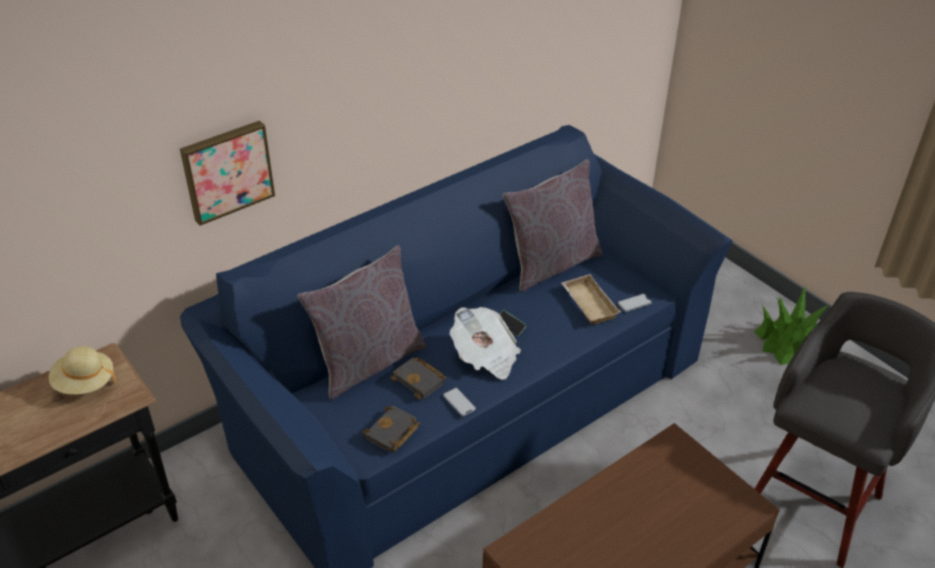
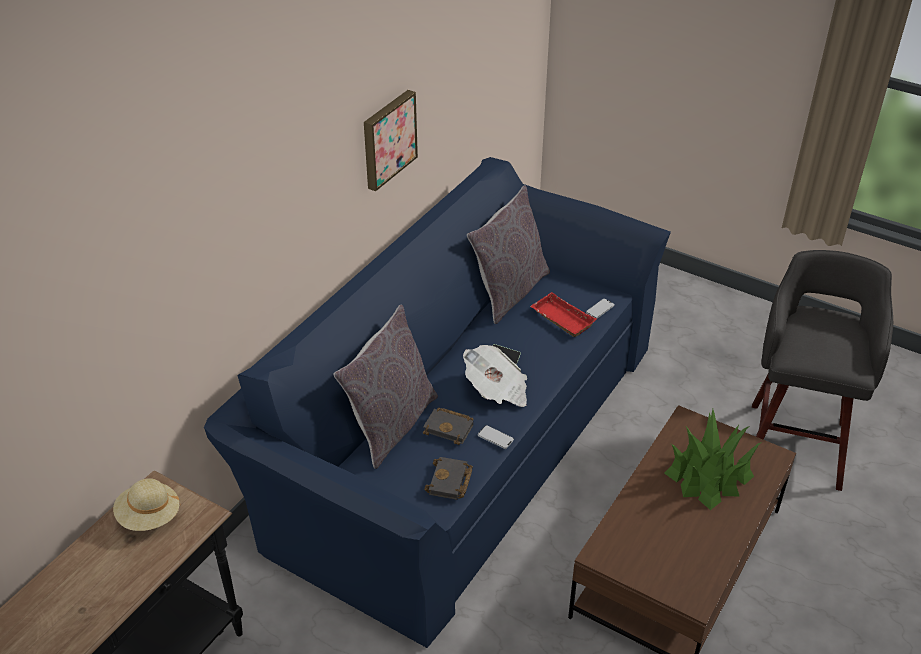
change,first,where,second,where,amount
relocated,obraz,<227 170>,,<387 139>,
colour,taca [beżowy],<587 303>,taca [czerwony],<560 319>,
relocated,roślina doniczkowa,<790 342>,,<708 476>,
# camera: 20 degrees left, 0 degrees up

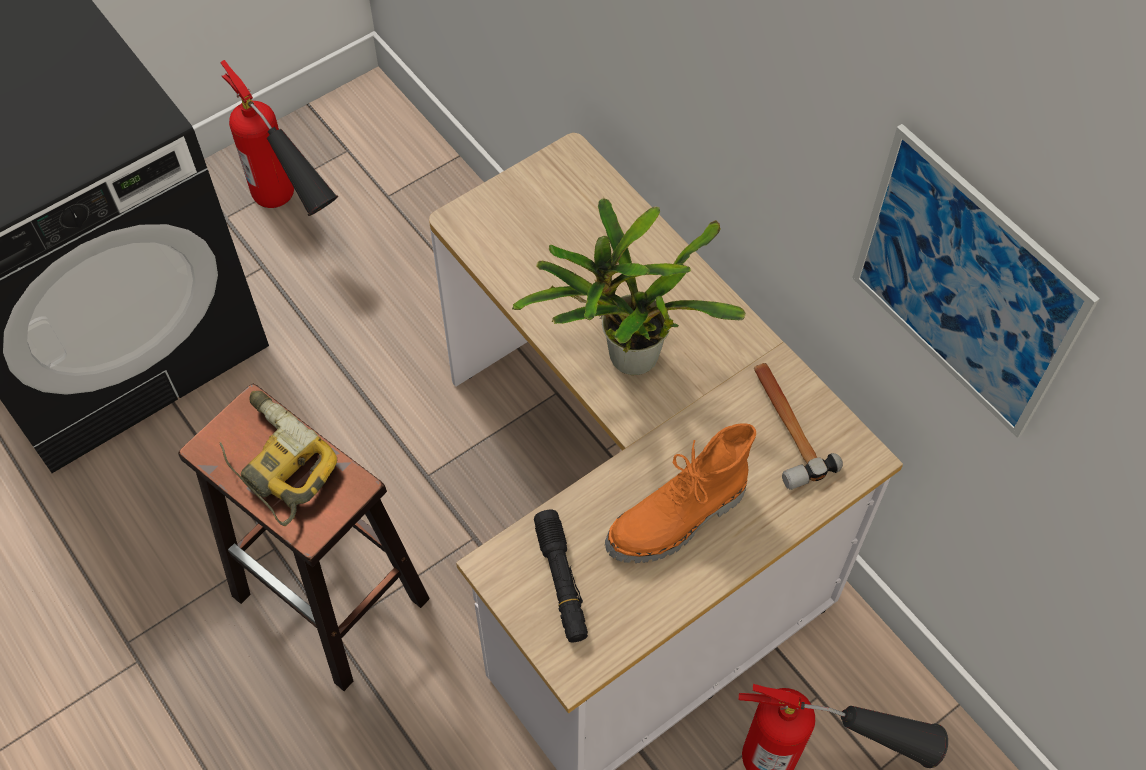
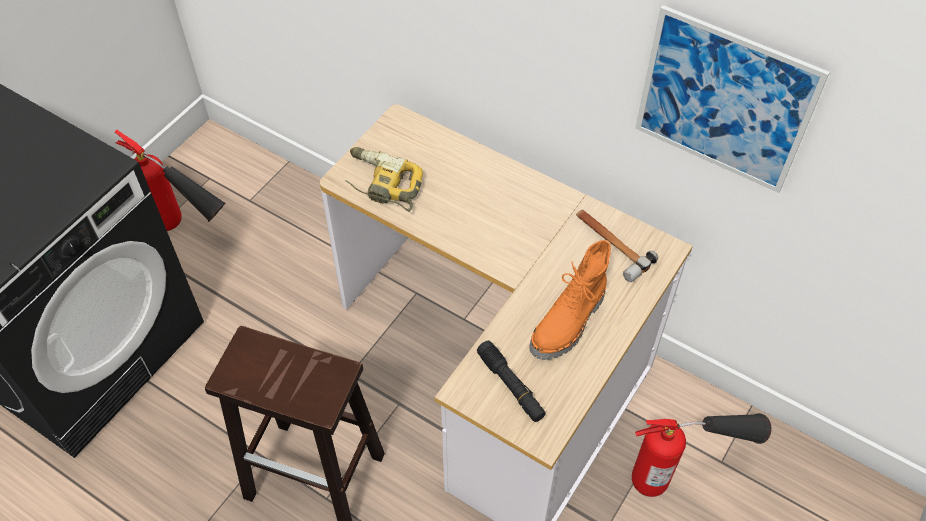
change,first,where,second,where,amount
missing,roślina doniczkowa,<625 356>,,,
relocated,wiertarka,<274 462>,,<381 184>,
# camera: 20 degrees left, 5 degrees down

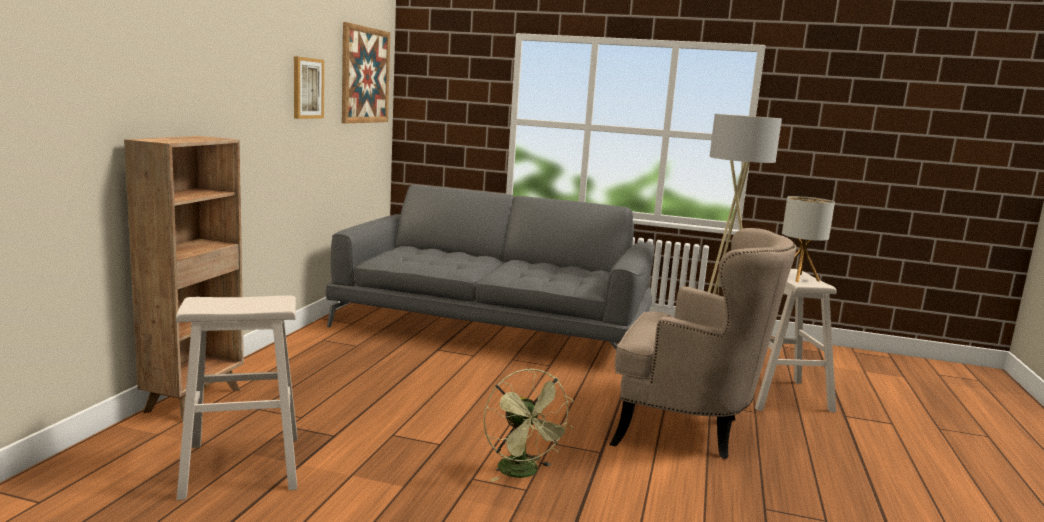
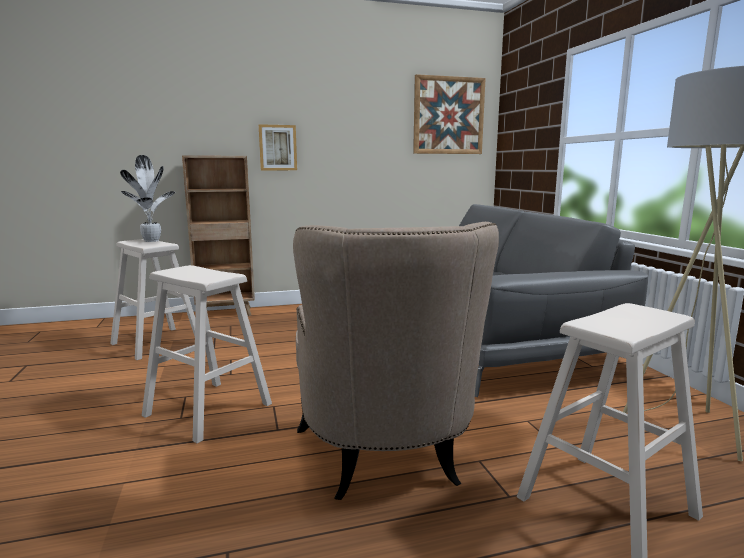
change,first,where,second,where,amount
relocated,obraz,<307 88>,,<278 147>,
missing,lampa stołowa,<798 278>,,,
exchanged,wentylator [zielony],<523 473>,stołek [beżowy],<208 410>,
appeared,,,roślina doniczkowa,<151 240>,
# camera: 60 degrees right, 0 degrees up

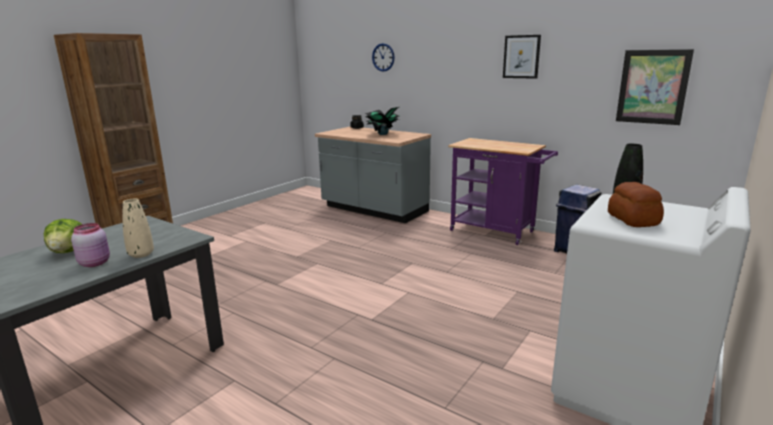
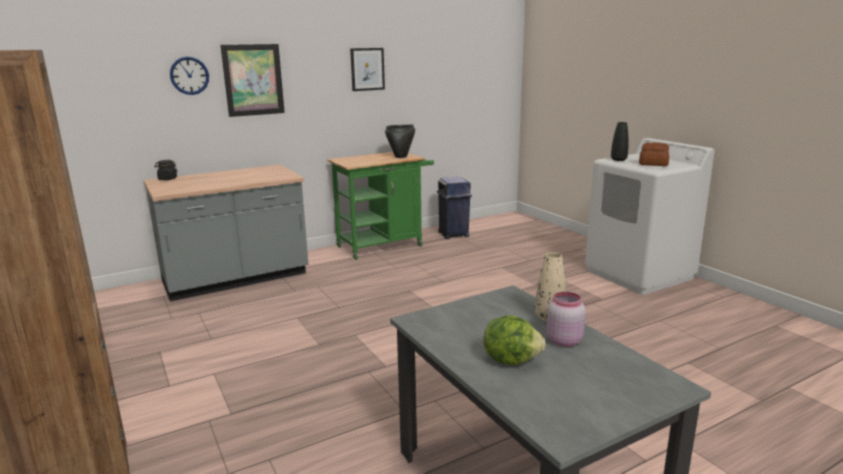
change,first,where,second,where,amount
relocated,obraz,<652 87>,,<253 80>,
missing,roślina doniczkowa,<382 134>,,,
colour,wózek [fioletowy],<497 232>,wózek [zielony],<384 245>,
appeared,,,garnek [czarny],<401 157>,
# camera: 65 degrees left, 0 degrees up

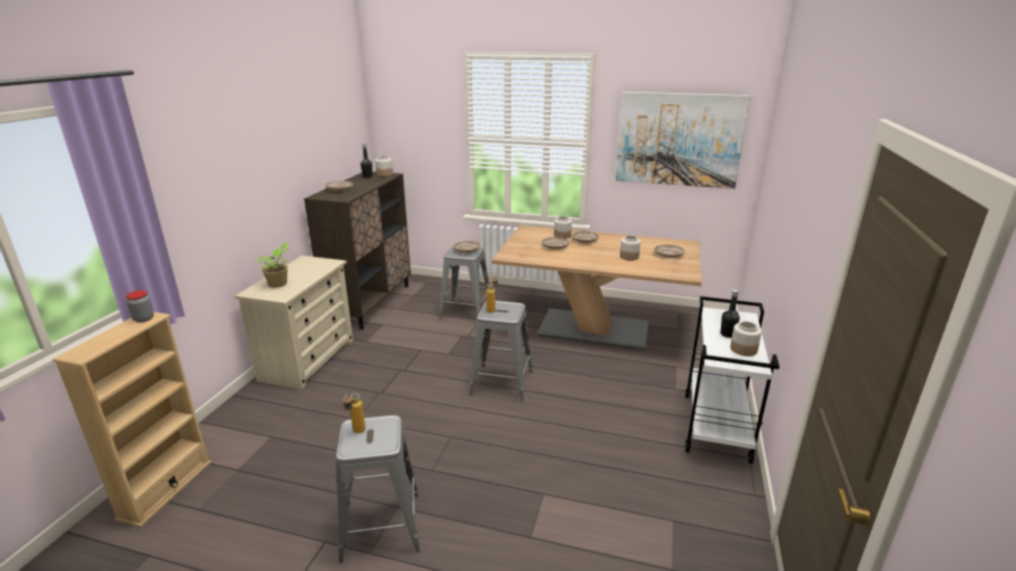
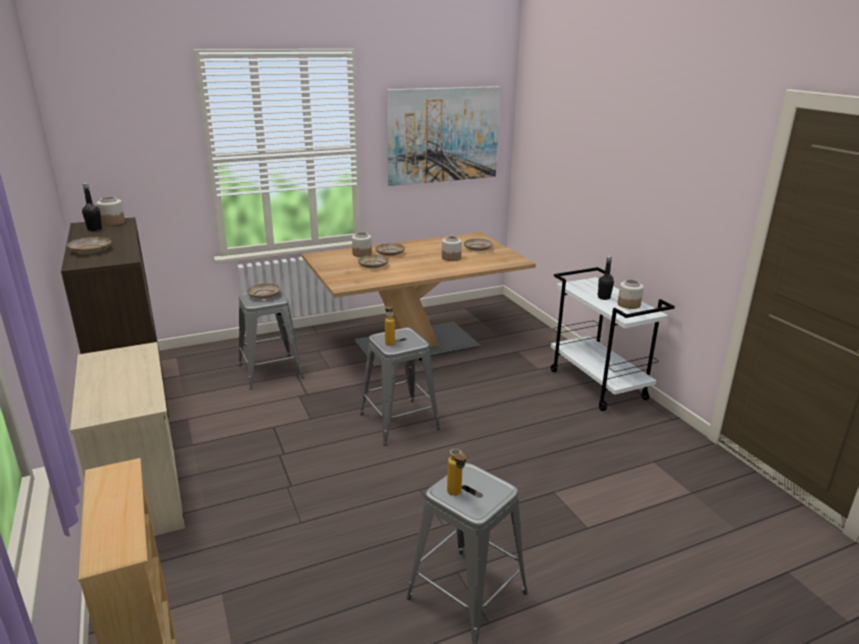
change,first,where,second,where,amount
missing,roślina doniczkowa,<279 284>,,,
missing,słoik,<144 319>,,,
# camera: 40 degrees left, 0 degrees up

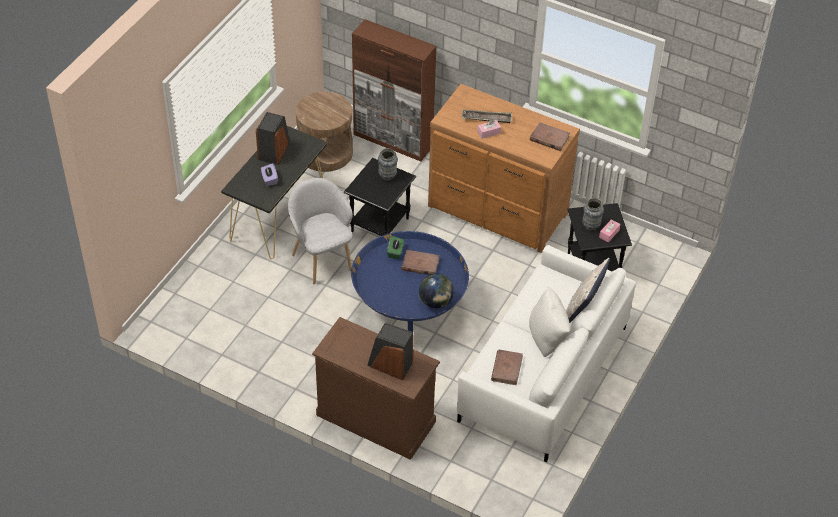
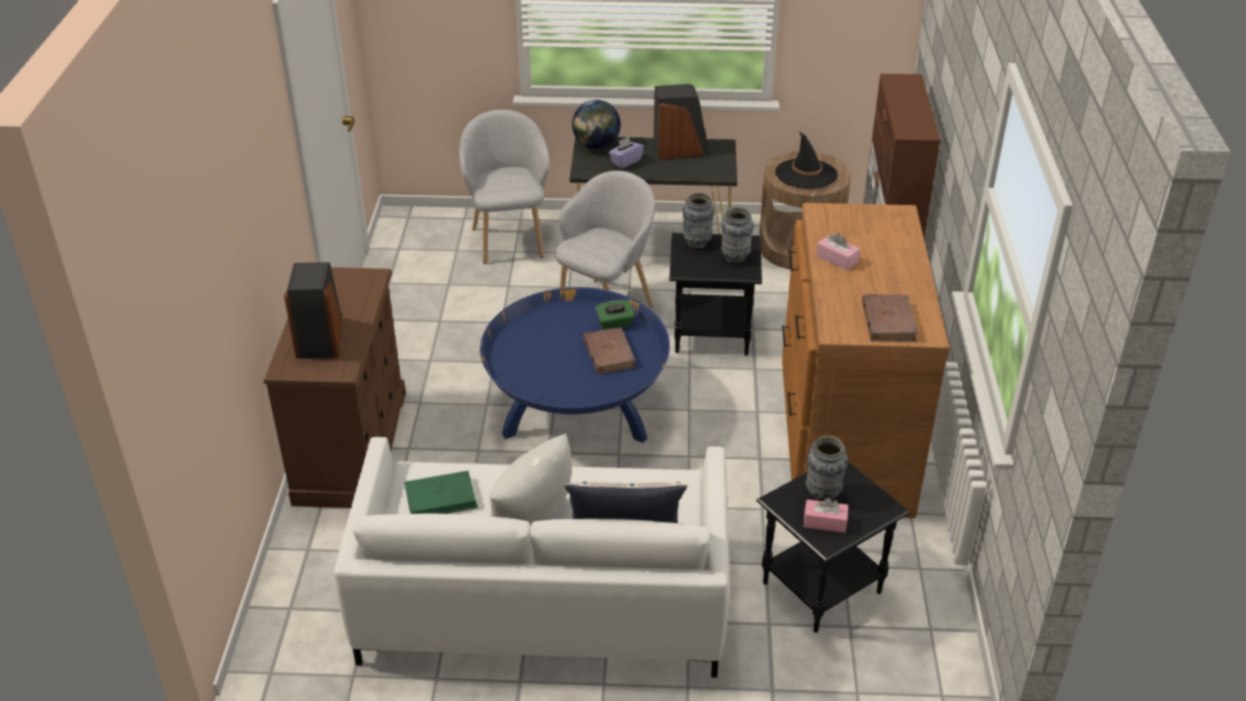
change,first,where,second,where,amount
missing,taca,<486 118>,,,
relocated,globus,<435 302>,,<596 146>,
colour,książka [brązowy],<506 368>,książka [zielony],<441 498>,
appeared,,,fotel [szary],<509 240>,
appeared,,,kapelusz [czarny],<806 174>,
appeared,,,wazon,<697 243>,
# camera: 65 degrees right, 10 degrees down

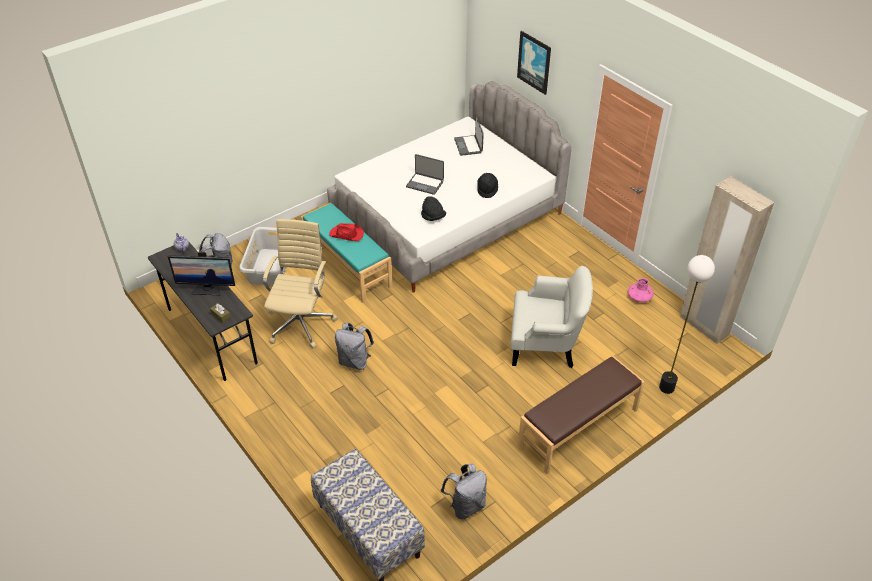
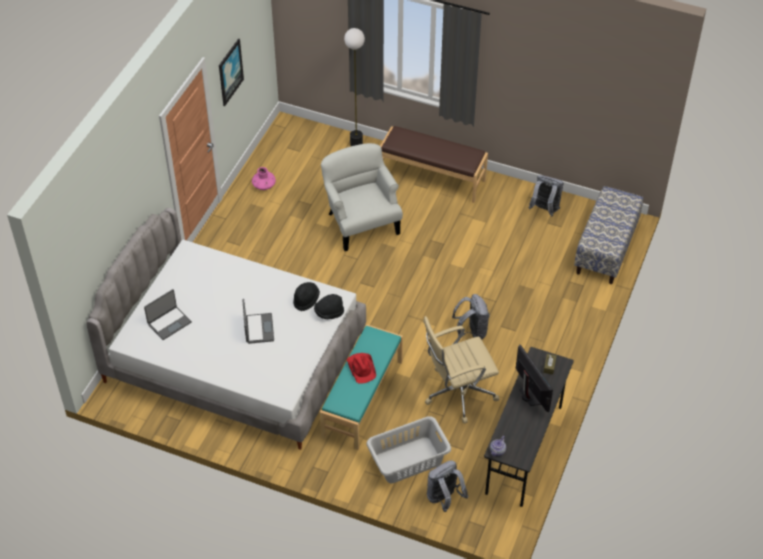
change,first,where,second,where,amount
relocated,obraz,<534 62>,,<230 72>,
relocated,kapelusz [czarny],<487 190>,,<329 312>,
missing,szafa [beżowy],<703 326>,,,
# camera: 120 degrees left, 5 degrees up

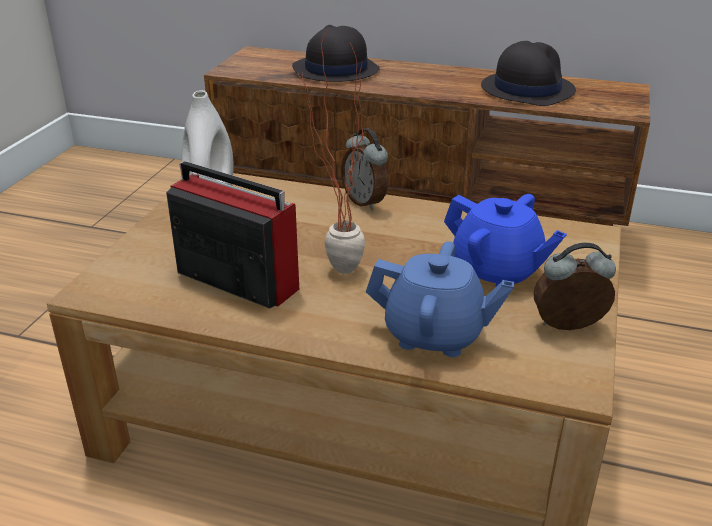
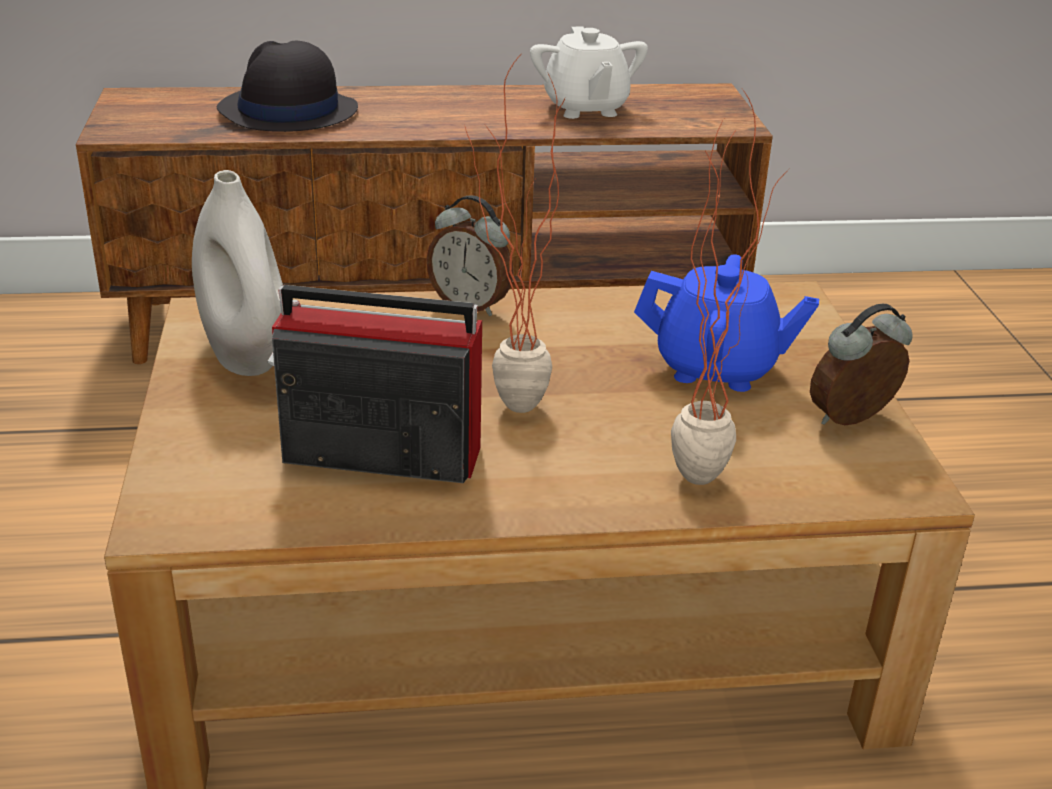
change,first,where,second,where,amount
exchanged,kapelusz [czarny],<527 89>,imbryk [biały],<585 108>,
exchanged,imbryk [niebieski],<434 335>,roślina doniczkowa,<705 467>,
# camera: 25 degrees left, 0 degrees up

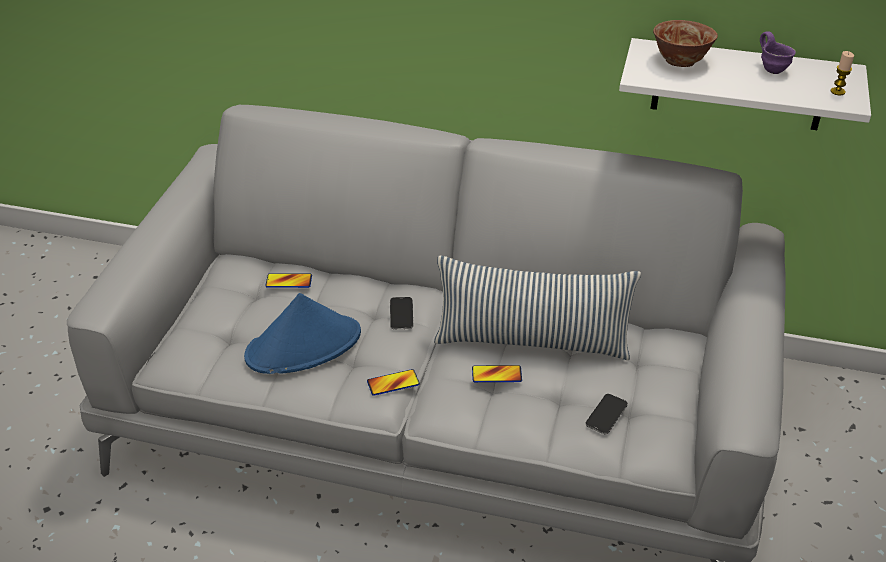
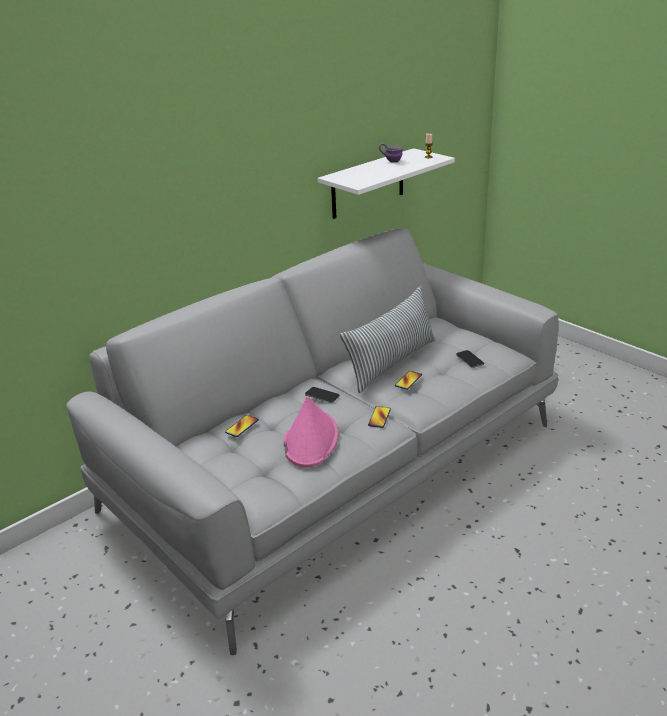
change,first,where,second,where,amount
missing,miska,<680 61>,,,
colour,kapelusz [niebieski],<304 345>,kapelusz [różowy],<311 439>,
# camera: 55 degrees left, 10 degrees down

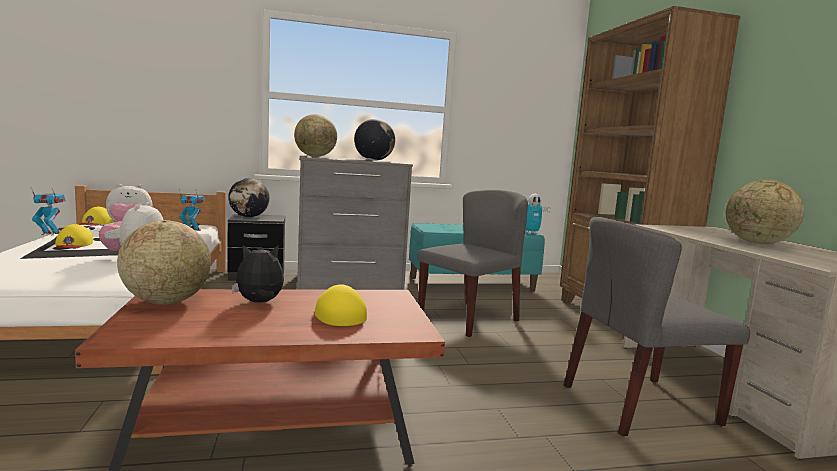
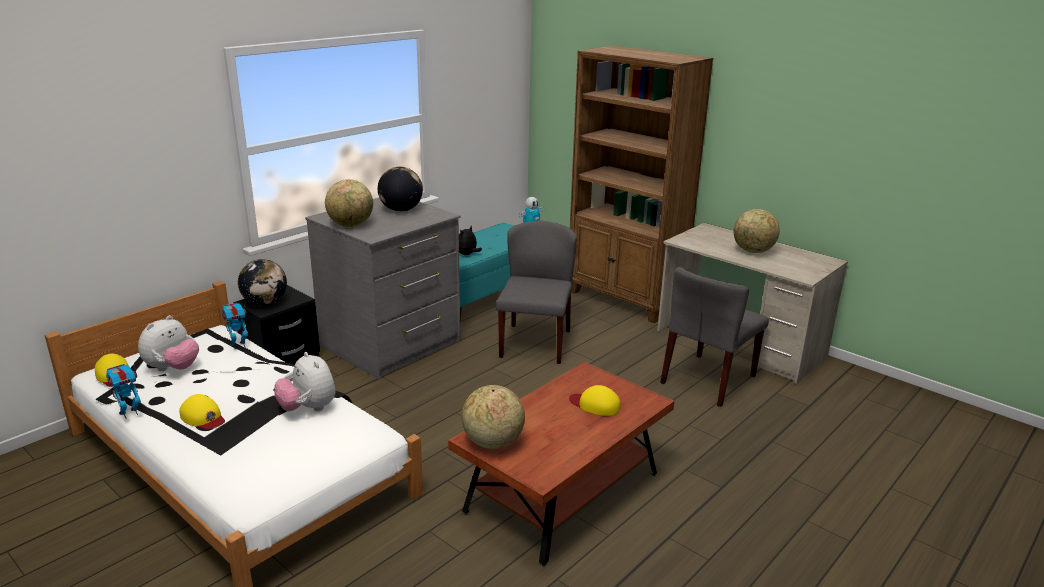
change,first,where,second,where,amount
relocated,pluszak,<259 302>,,<467 255>,
# camera: 35 degrees left, 15 degrees up

